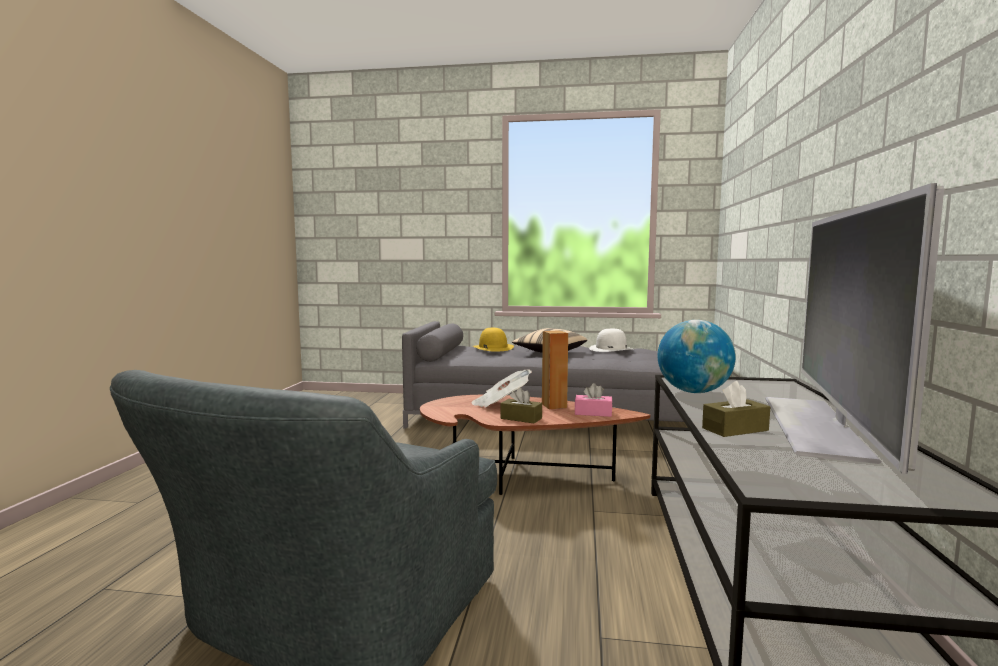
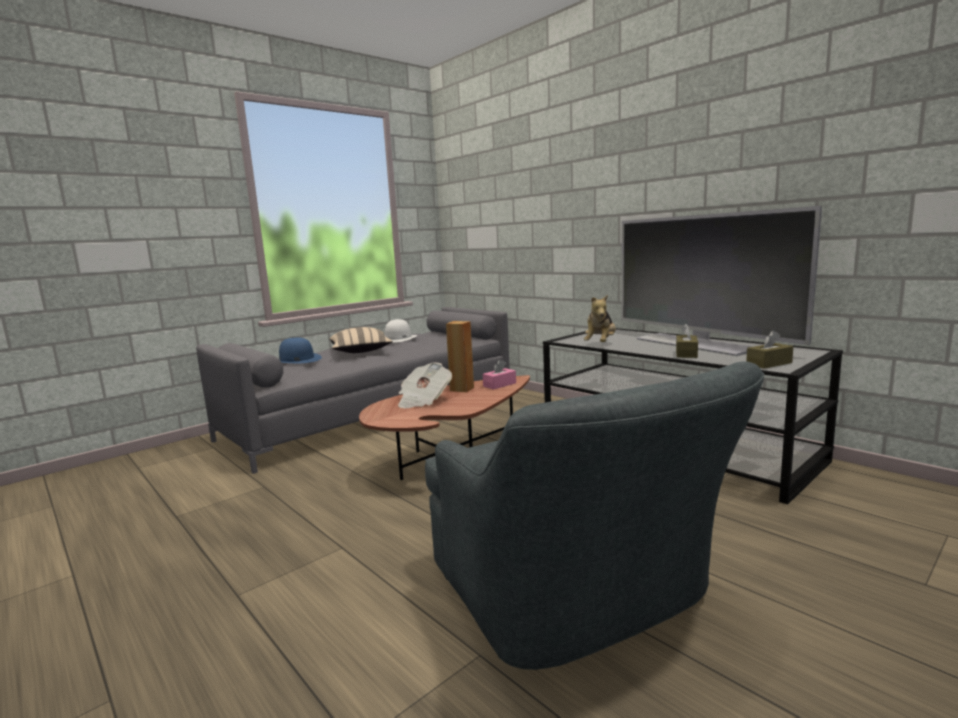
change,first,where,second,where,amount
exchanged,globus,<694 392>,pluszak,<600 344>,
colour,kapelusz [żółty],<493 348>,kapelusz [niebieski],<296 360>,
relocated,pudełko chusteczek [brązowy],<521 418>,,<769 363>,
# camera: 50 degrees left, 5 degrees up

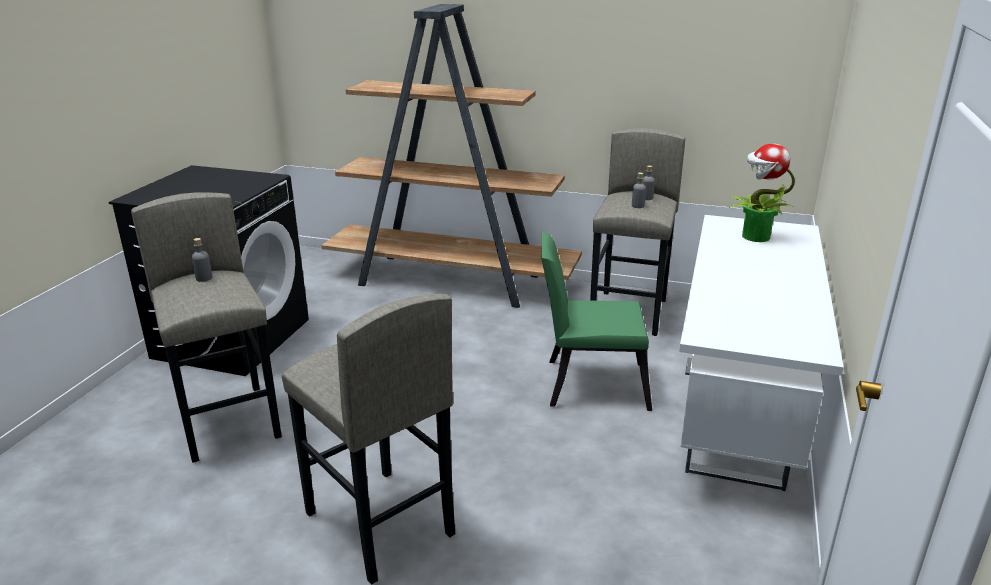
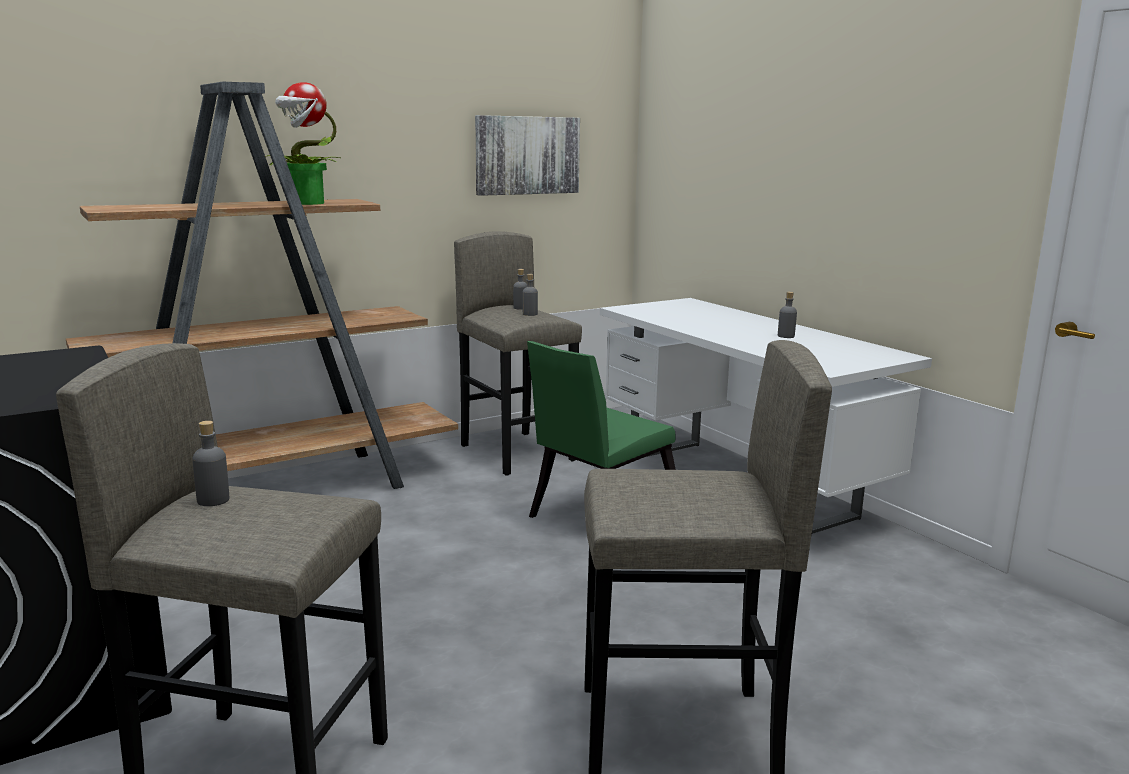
change,first,where,second,where,amount
relocated,roślina doniczkowa,<754 237>,,<306 203>,
appeared,,,obraz,<527 155>,
appeared,,,butelka [szary],<786 336>,
# camera: 50 degrees left, 10 degrees down

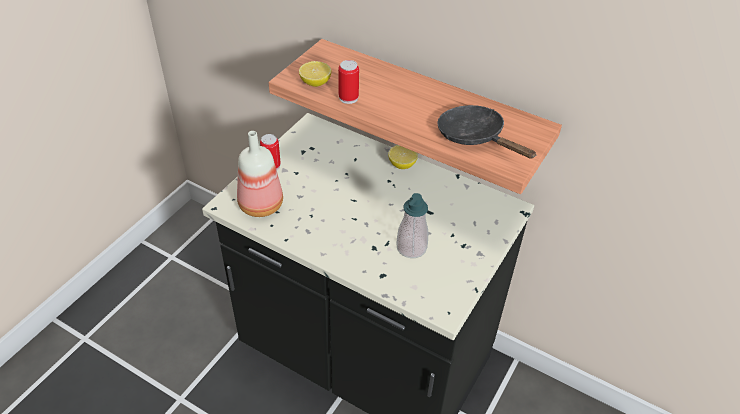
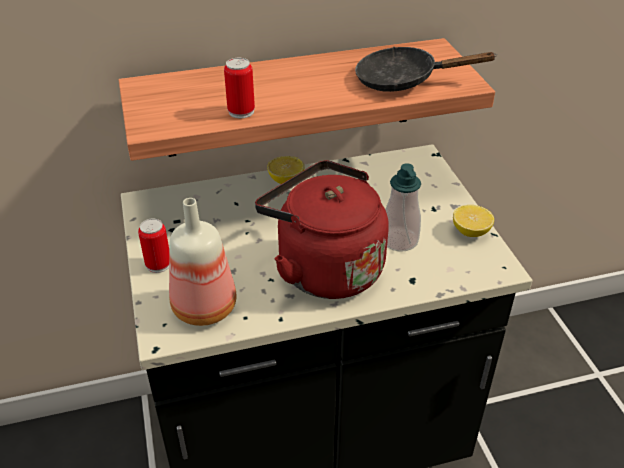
change,first,where,second,where,amount
relocated,cytryna,<315 83>,,<470 232>,
appeared,,,czajnik [czerwony],<324 267>,
# camera: 45 degrees left, 5 degrees down

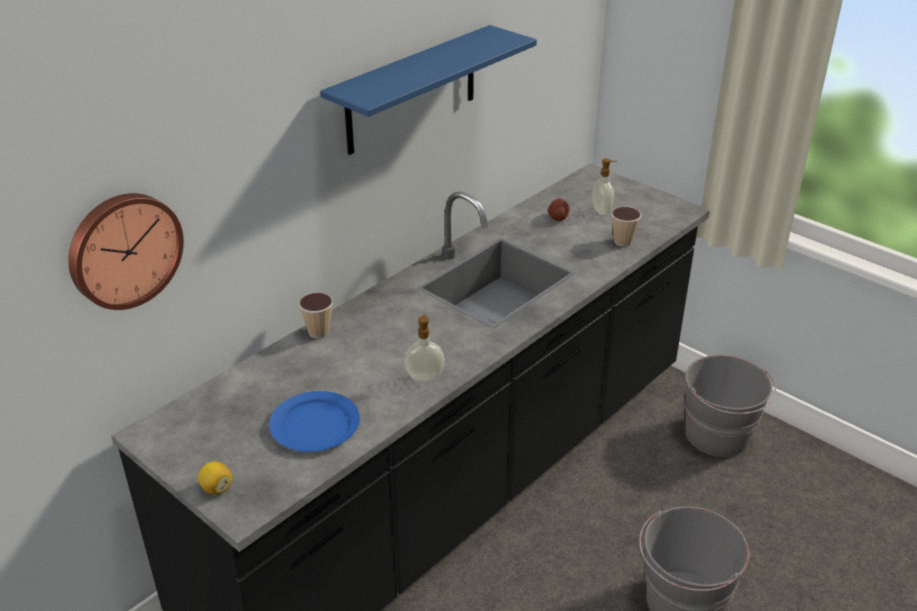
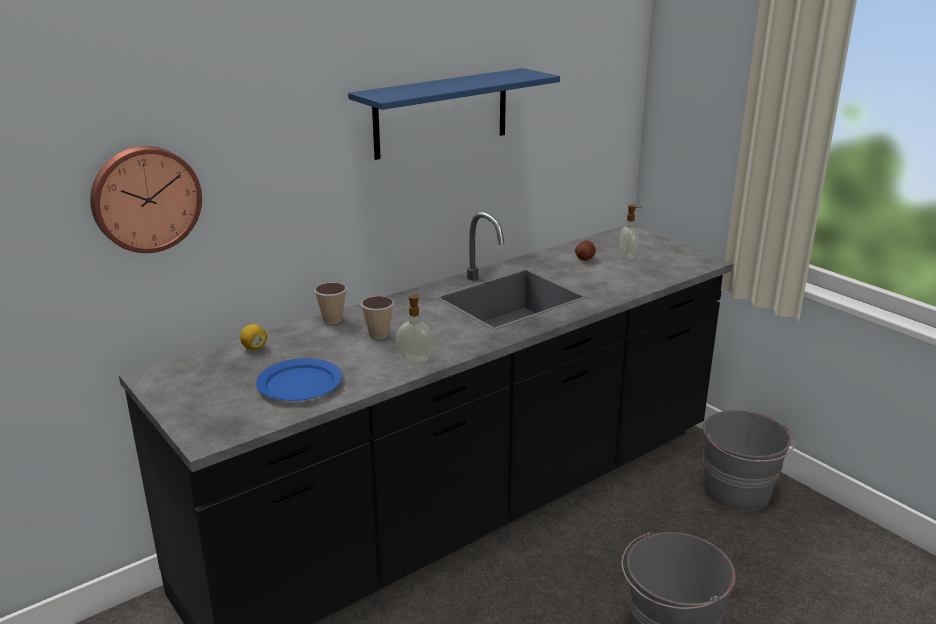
change,first,where,second,where,amount
relocated,filiżanka,<623 242>,,<378 334>,
relocated,cytryna,<216 488>,,<254 347>,
# camera: 10 degrees right, 10 degrees down

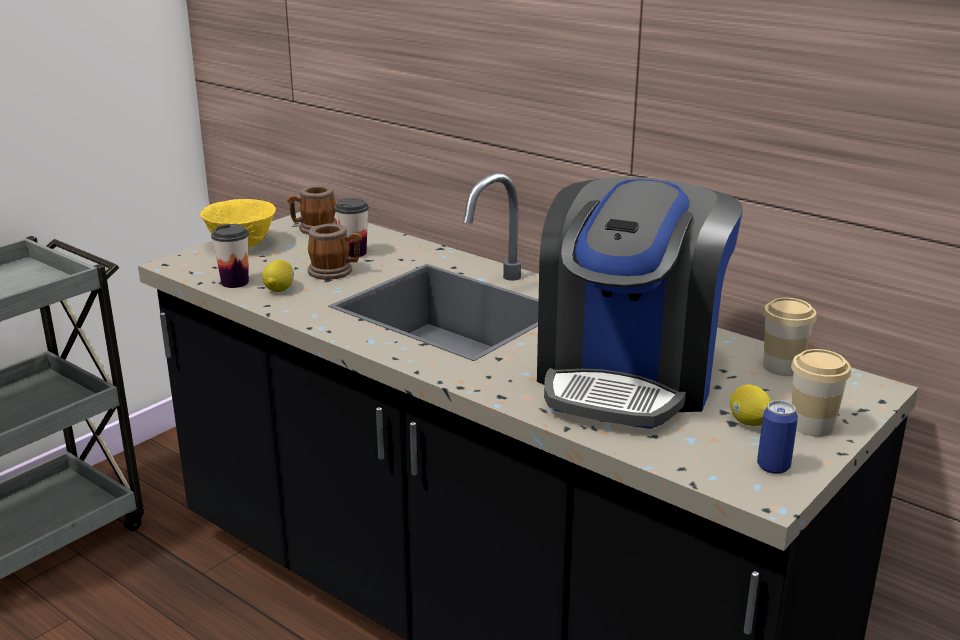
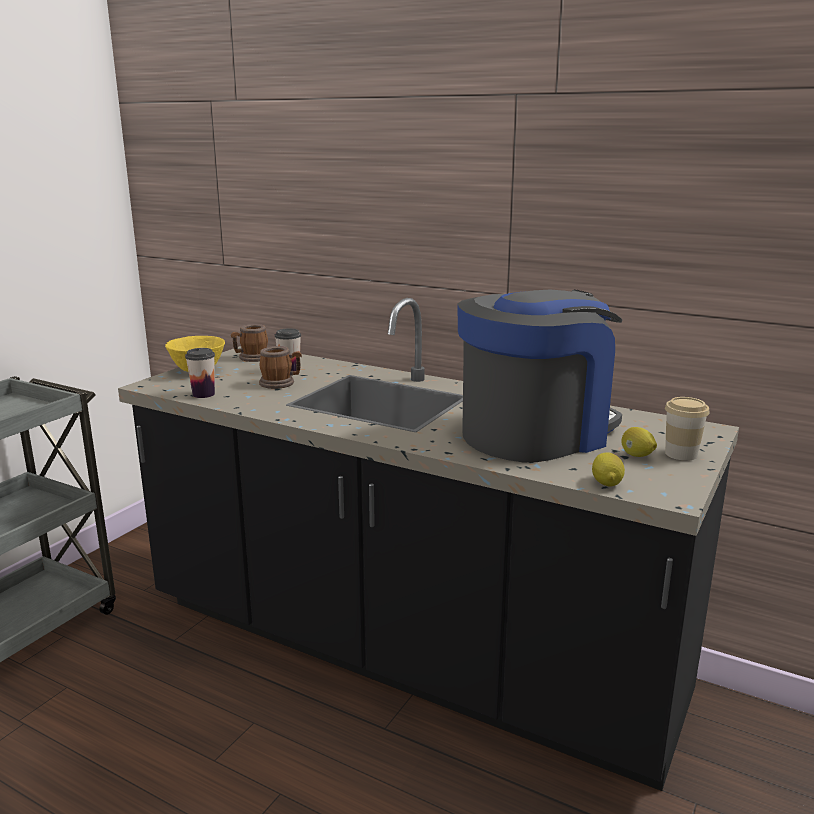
change,first,where,second,where,amount
spun,ekspres do kawy,<629 376>,,<535 433>,135 degrees counterclockwise
relocated,cytryna,<280 289>,,<606 483>,
missing,filiżanka,<782 367>,,,
missing,puszka,<773 466>,,,
# camera: 10 degrees left, 5 degrees down

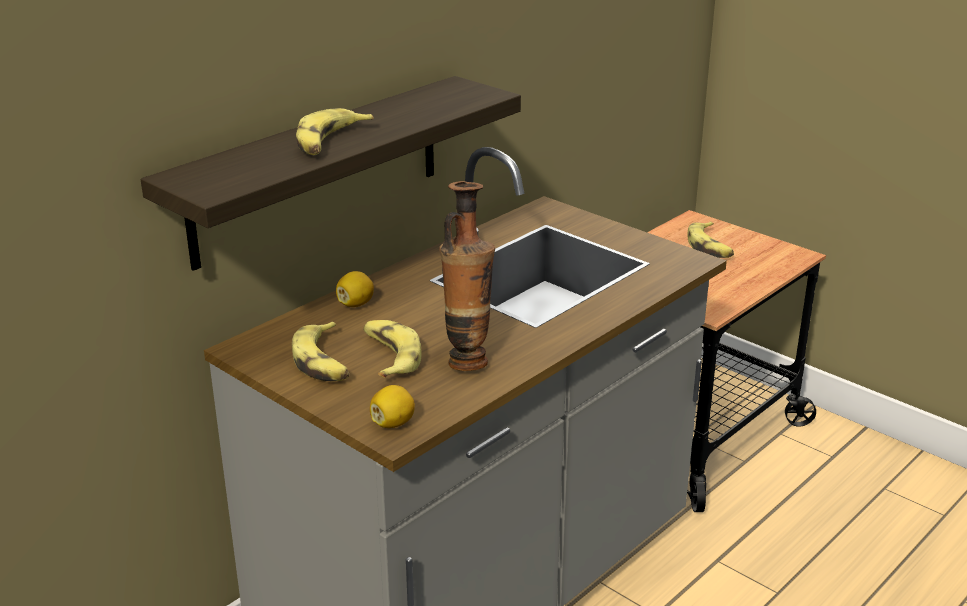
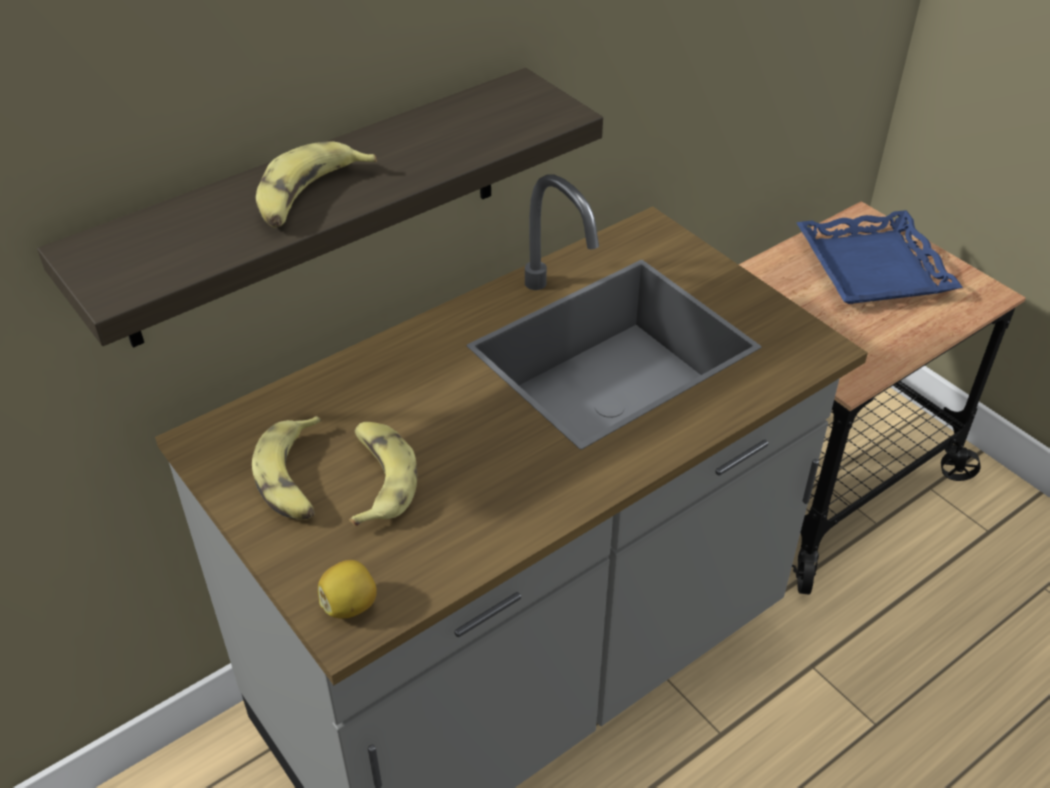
change,first,where,second,where,amount
missing,wazon,<467 359>,,,
exchanged,banan,<710 247>,taca [niebieski],<874 268>,
missing,cytryna,<356 304>,,,
# camera: 10 degrees right, 15 degrees up

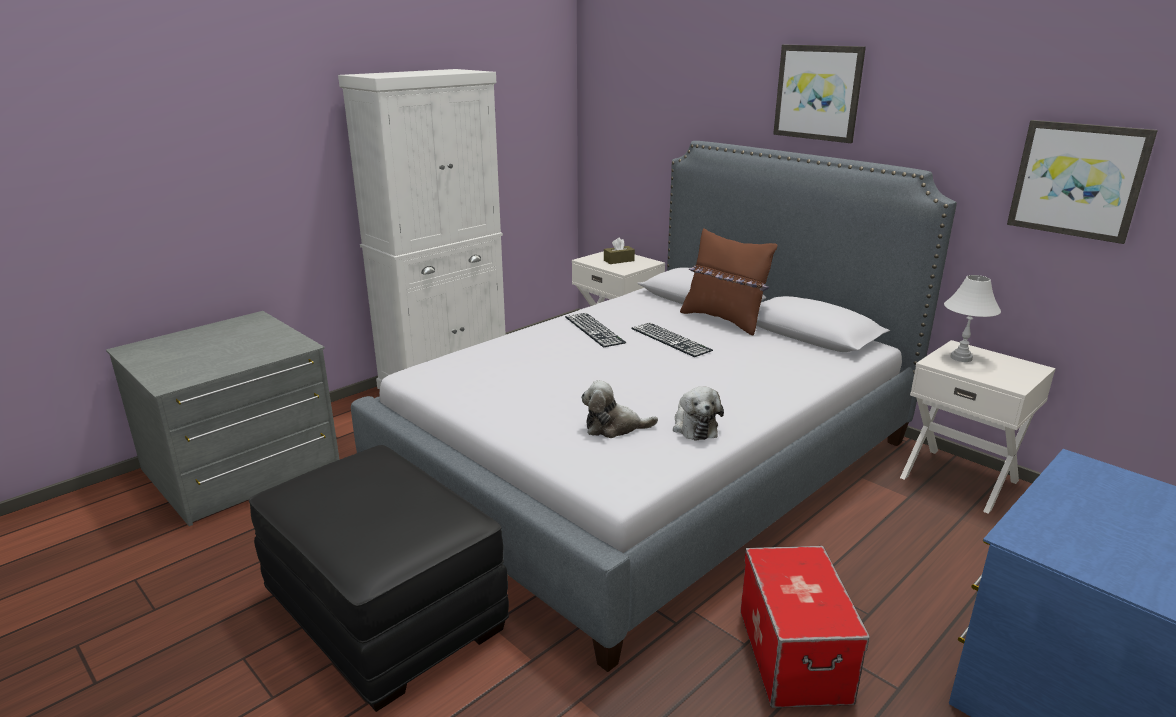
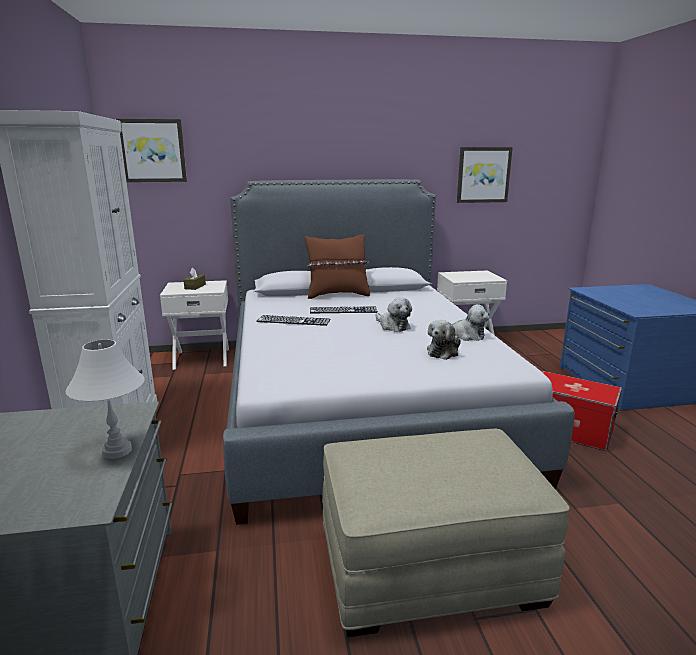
change,first,where,second,where,amount
relocated,obraz,<818 93>,,<153 151>,
relocated,lampa stołowa [biały],<961 358>,,<117 450>,
colour,pufa [czarny],<386 612>,pufa [beżowy],<430 567>,
appeared,,,pluszak,<392 326>,
# camera: 55 degrees left, 5 degrees down

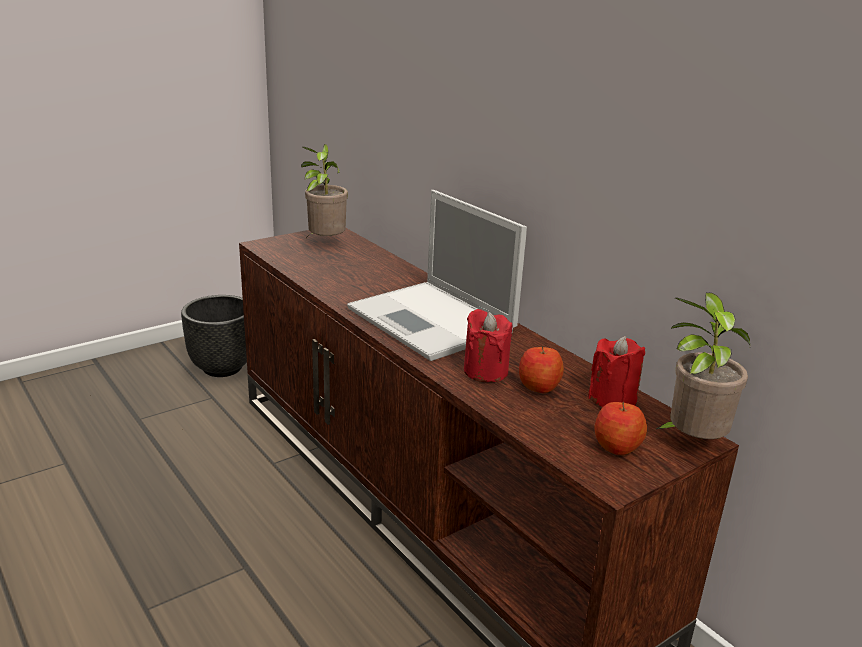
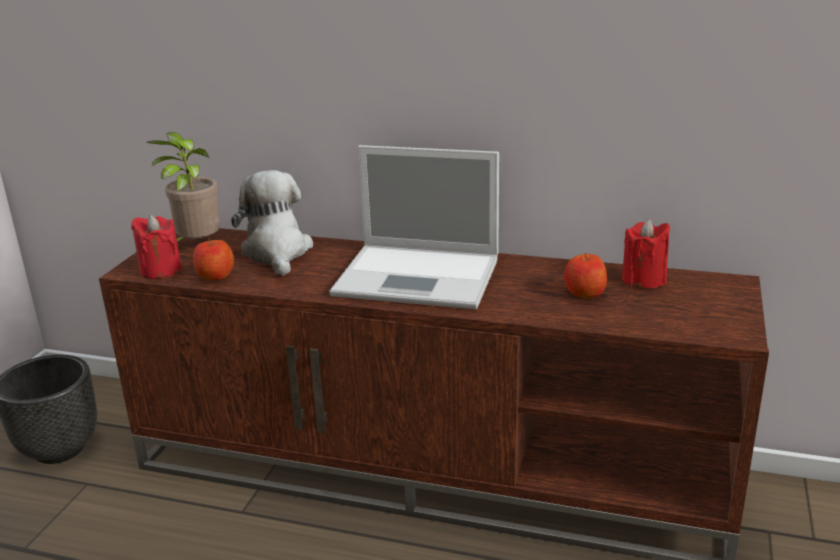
change,first,where,second,where,amount
missing,roślina doniczkowa,<690 442>,,,
relocated,świeca [czerwony],<485 371>,,<161 270>,
relocated,jabłko,<617 446>,,<215 276>,
appeared,,,pluszak,<277 252>,
# camera: 35 degrees left, 0 degrees up

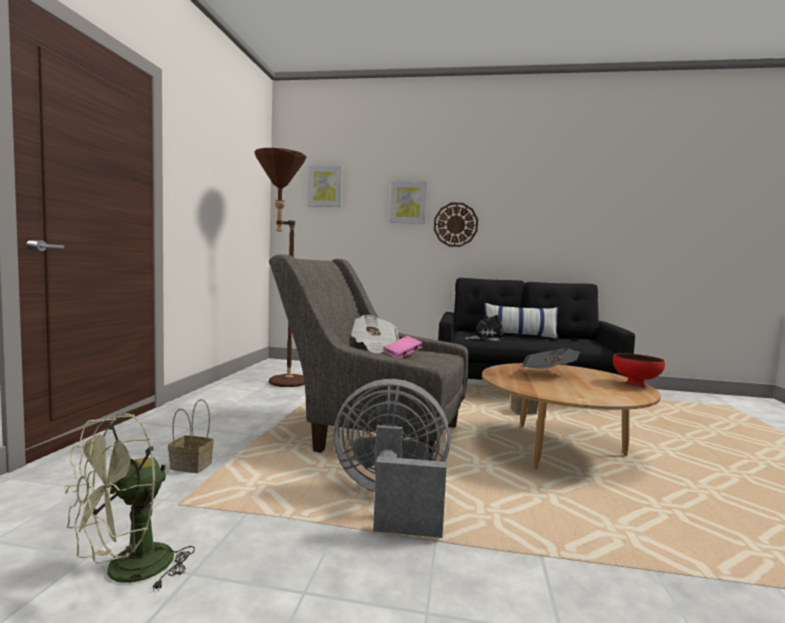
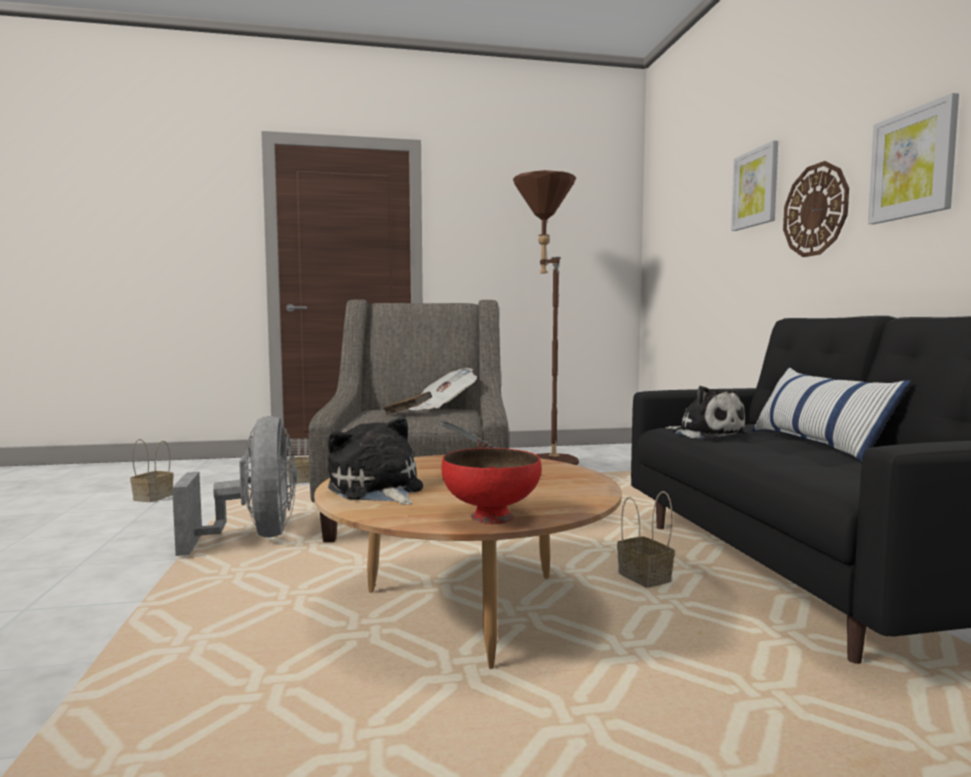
change,first,where,second,where,amount
relocated,obraz,<325 186>,,<913 164>,
colour,książka [różowy],<402 356>,książka [brązowy],<407 414>,
exchanged,wentylator [zielony],<126 572>,koszyk,<153 498>,
appeared,,,pluszak,<377 490>,
# camera: 70 degrees right, 0 degrees up

